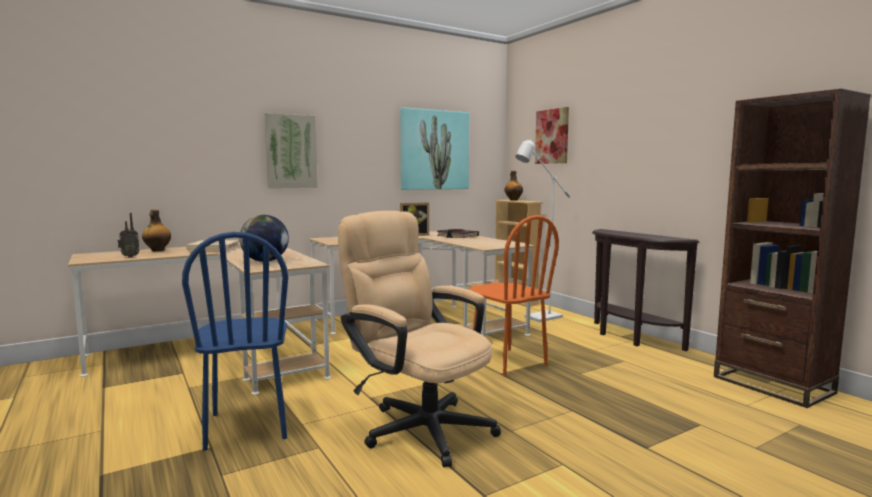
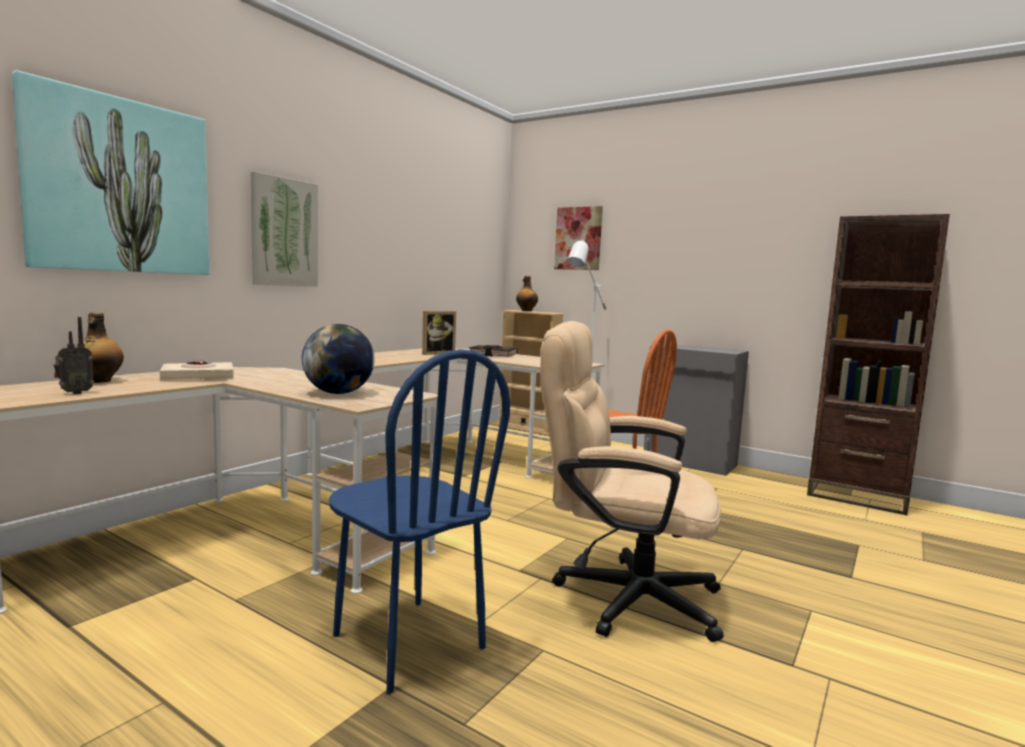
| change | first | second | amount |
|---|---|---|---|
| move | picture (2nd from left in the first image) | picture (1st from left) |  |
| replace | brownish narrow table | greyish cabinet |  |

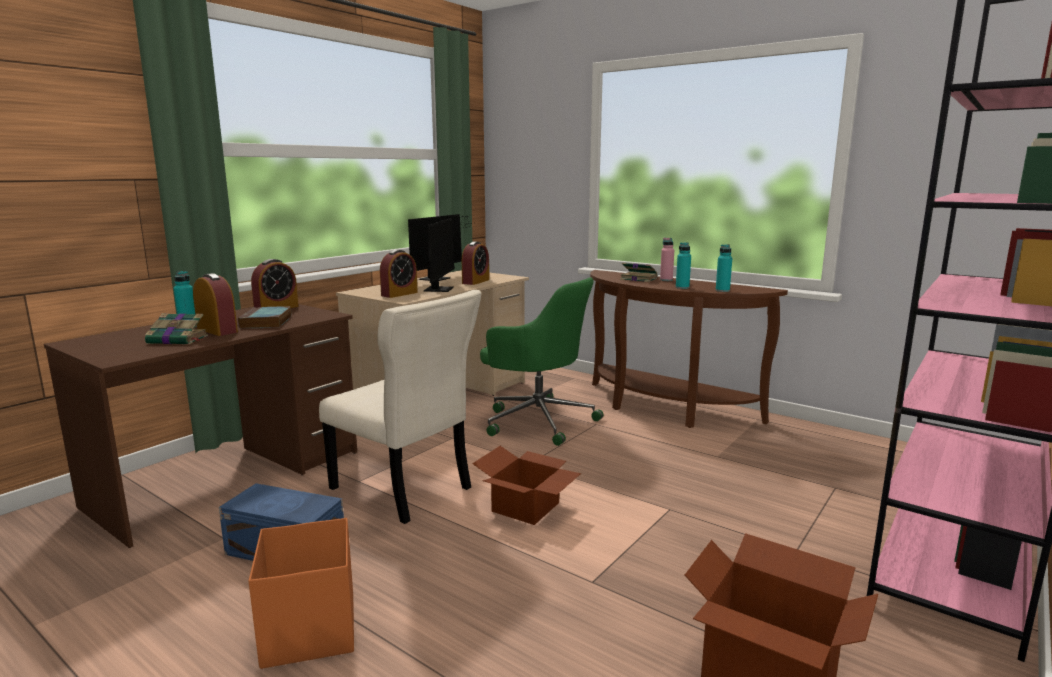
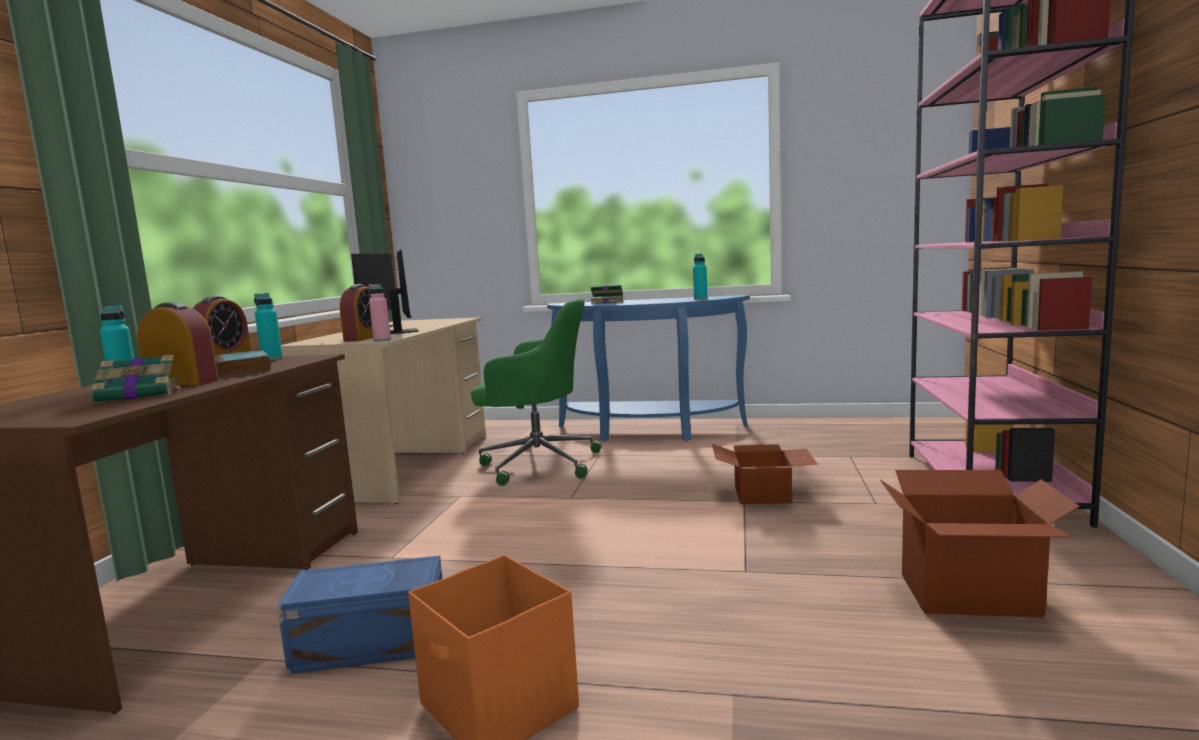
| change | first | second | amount |
|---|---|---|---|
| move | blue-green bottle (2nd from left) |  |  |
| move | pink-coloured bottle |  |  |
| recolor | brownish narrow table | blue narrow table |  |
| move | carton (1st from left) |  |  |
| delete | sand-coloured chair |  |  |
| delete | table clock (4th from left) |  |  |

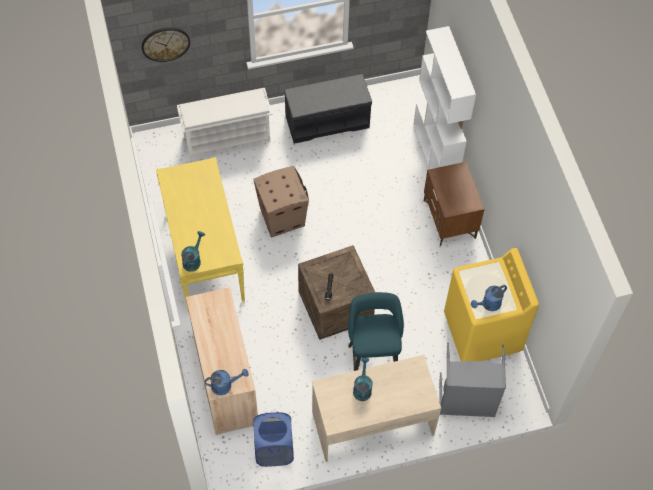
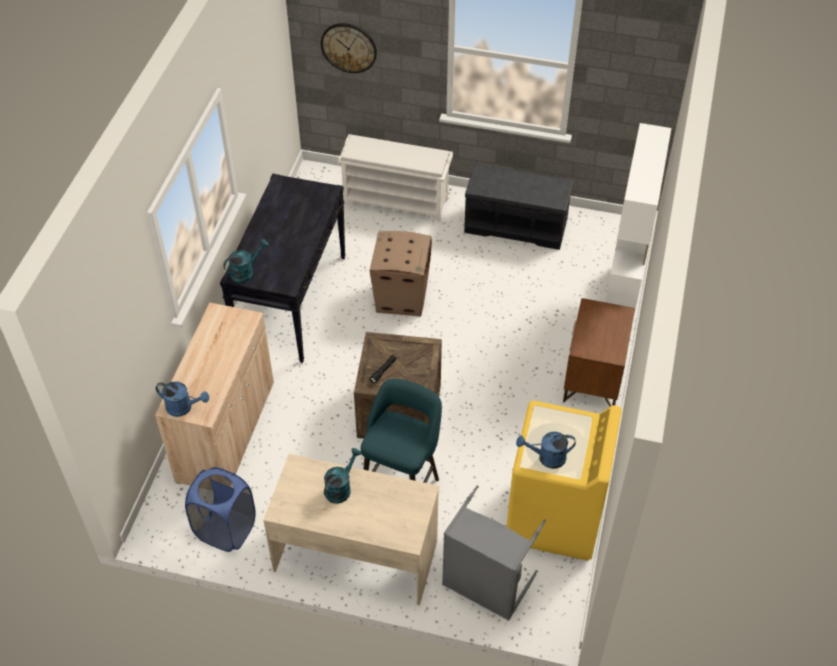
| change | first | second | amount |
|---|---|---|---|
| recolor | yellow-coloured narrow table | black narrow table |  |

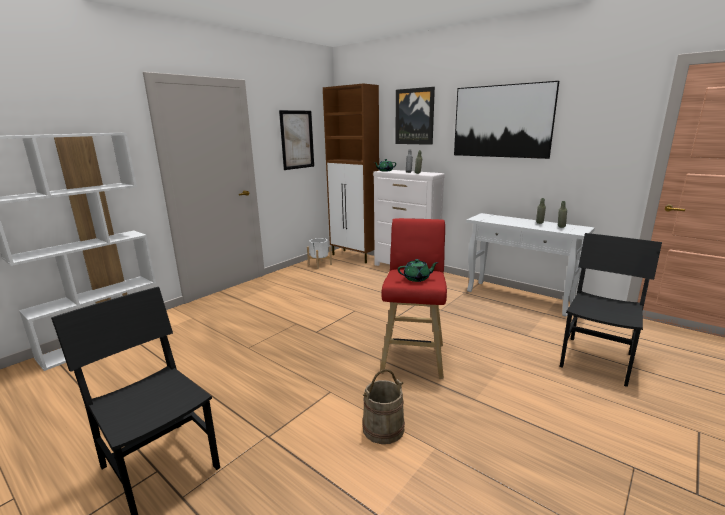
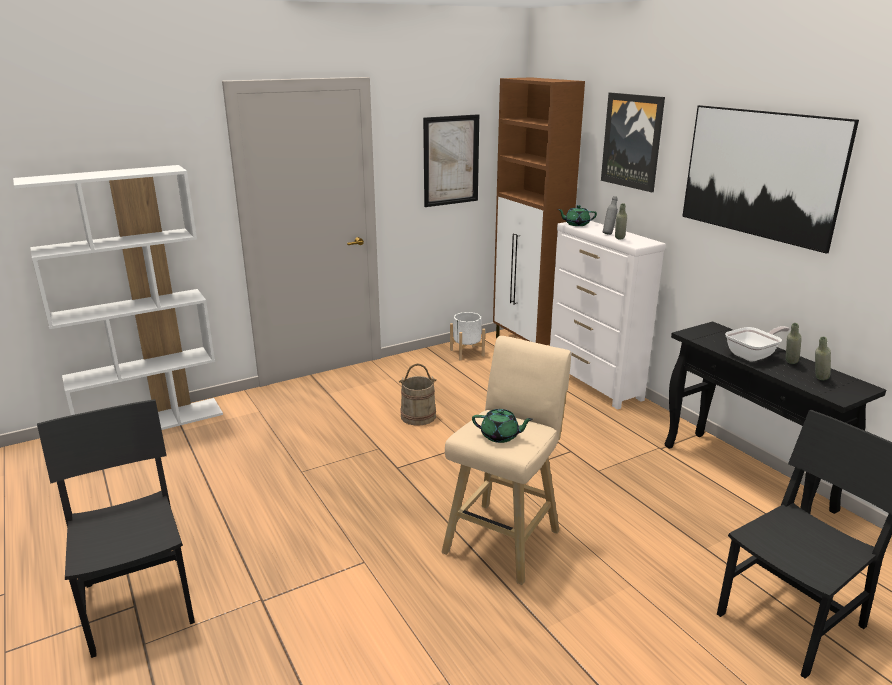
| change | first | second | amount |
|---|---|---|---|
| move | sand-coloured water bucket |  |  |
| recolor | reddish stool seat | sand-coloured stool seat |  |
| recolor | white-coloured narrow table | black narrow table |  |
| insert |  | frying pan |  |

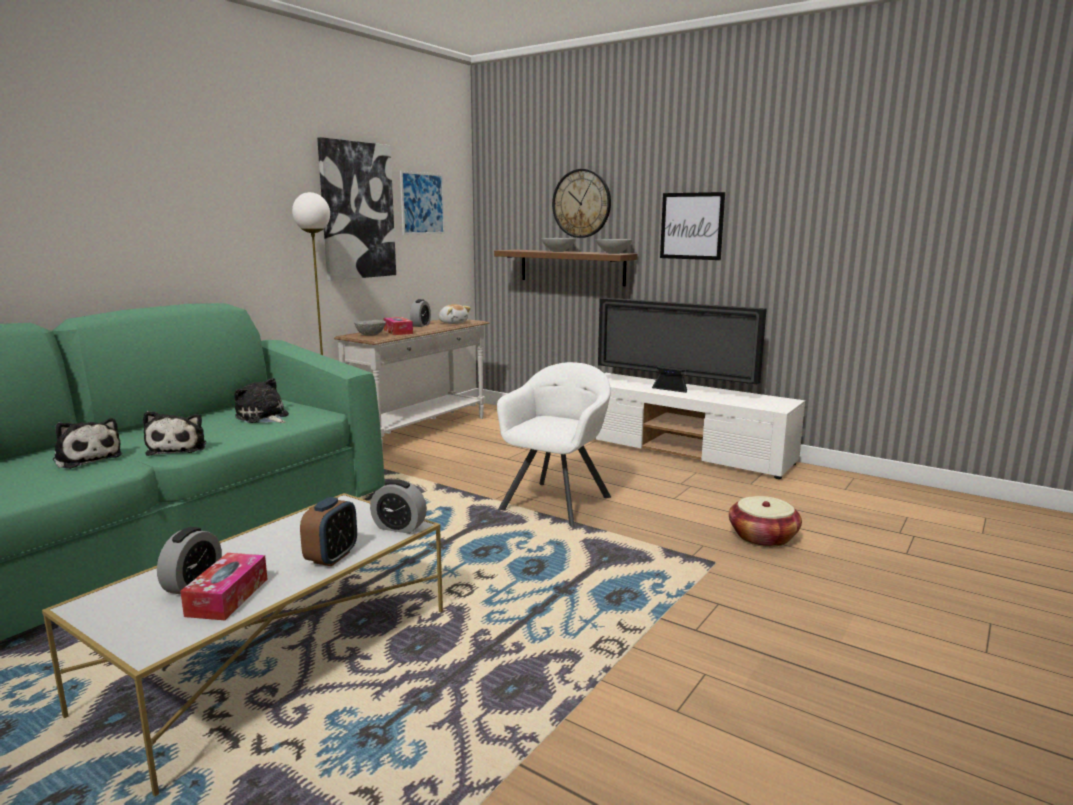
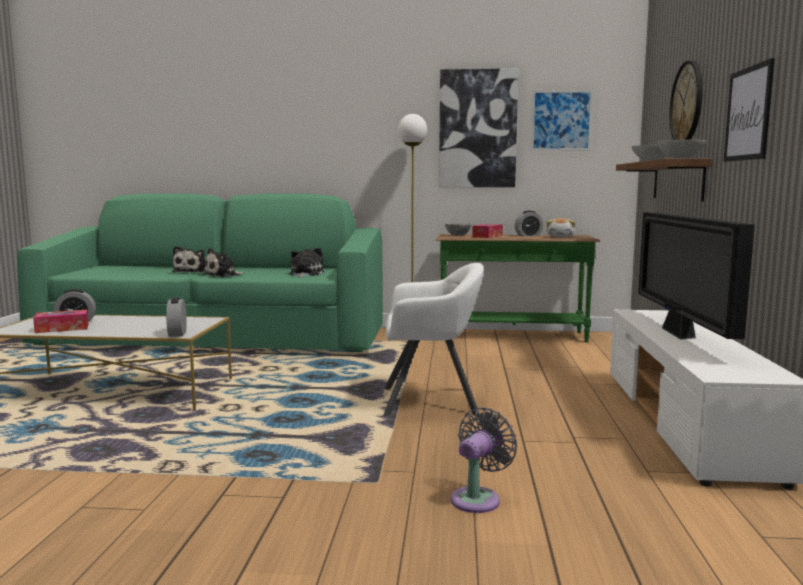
| change | first | second | amount |
|---|---|---|---|
| recolor | white-coloured narrow table | greenish narrow table |  |
| replace | storage basket | greyish electric fan |  |
| delete | table clock (2nd from left) |  |  |

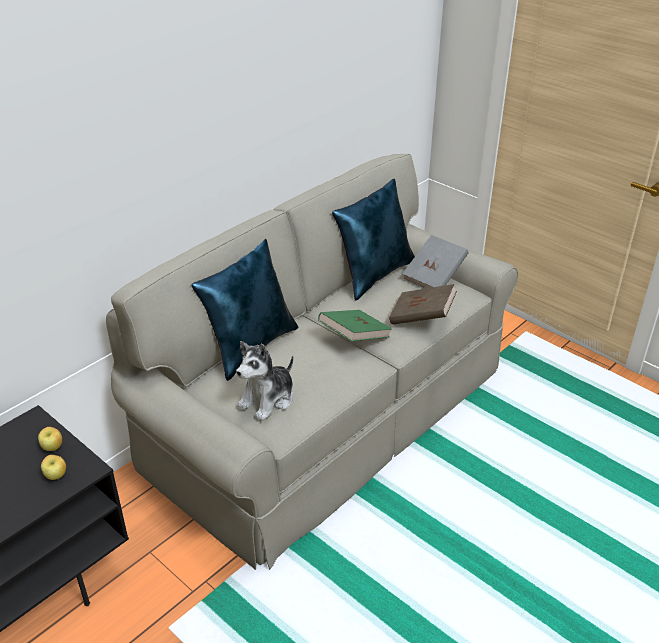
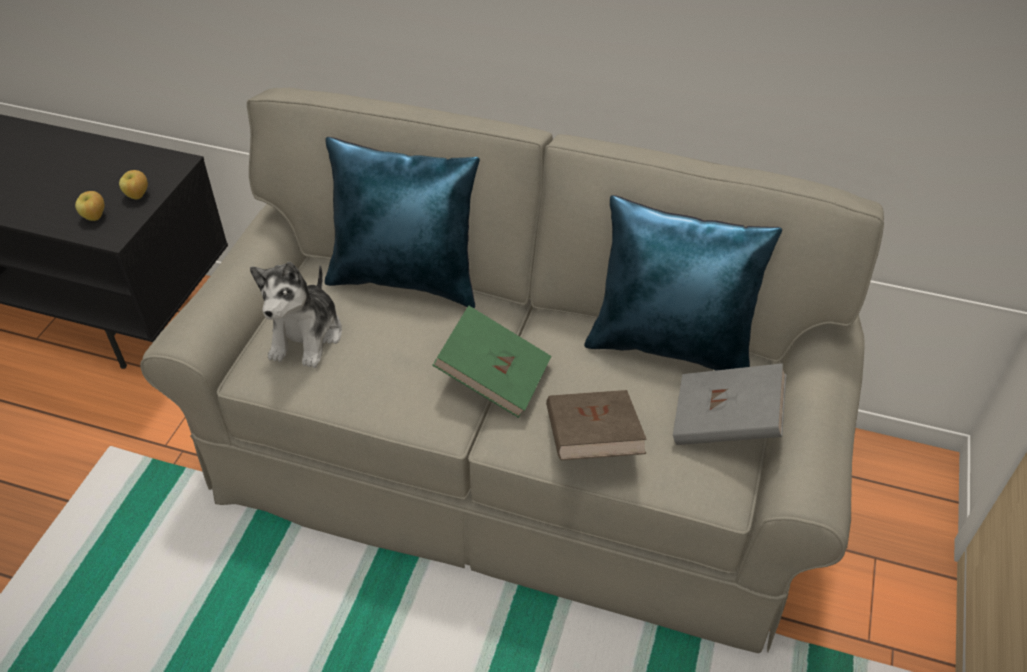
| change | first | second | amount |
|---|---|---|---|
| rotate | plush toy |  | 90 degrees counterclockwise |

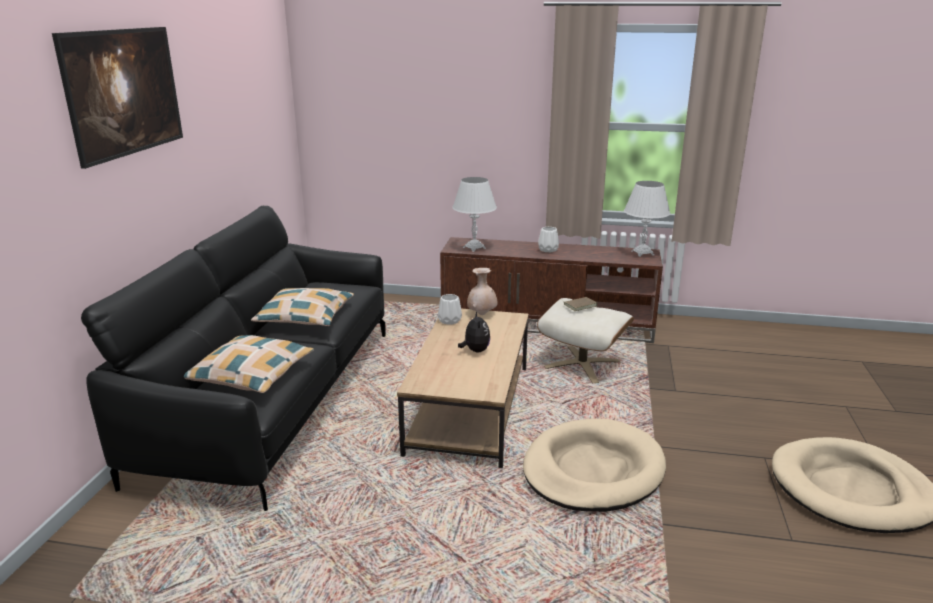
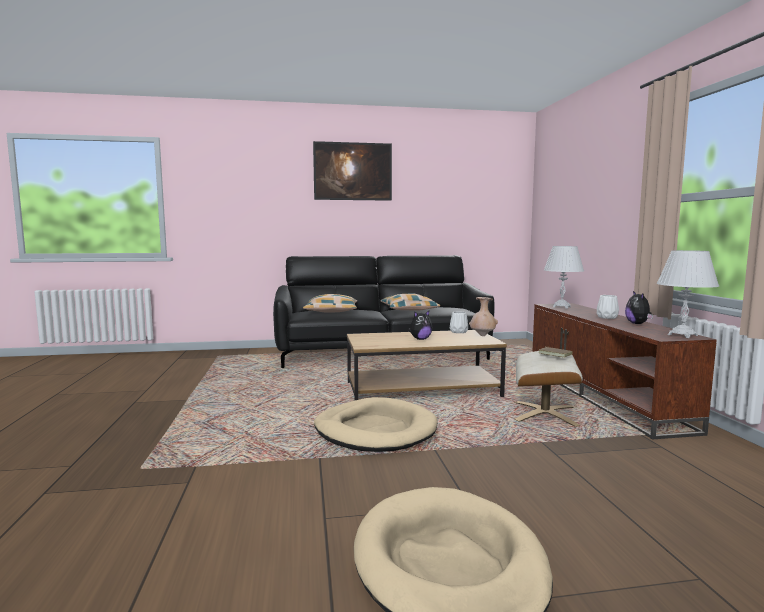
| change | first | second | amount |
|---|---|---|---|
| insert |  | plush toy (2nd from left) |  |

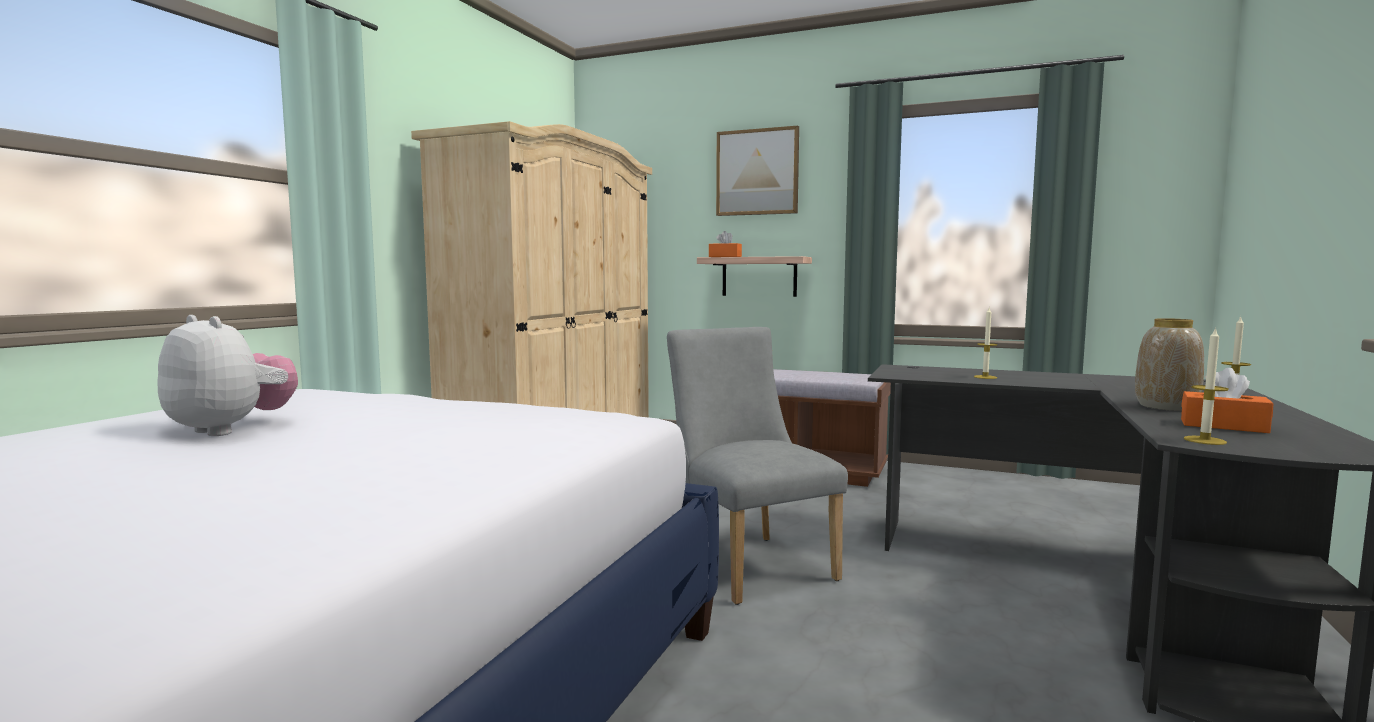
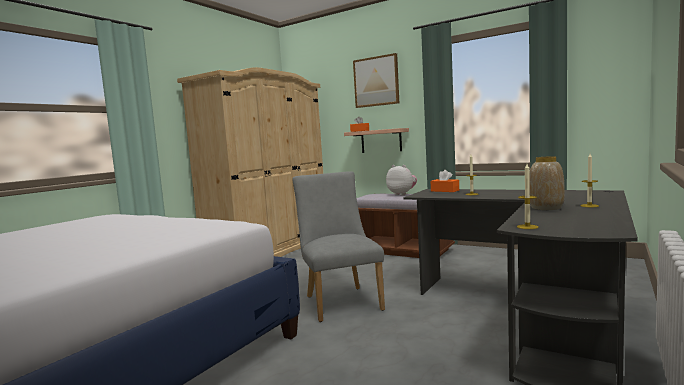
| change | first | second | amount |
|---|---|---|---|
| move | plush toy |  |  |
| move | orangey tissue holder (2nd from left) |  |  |

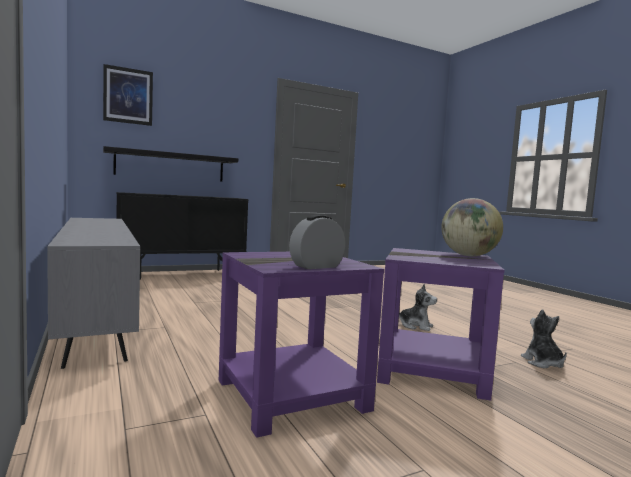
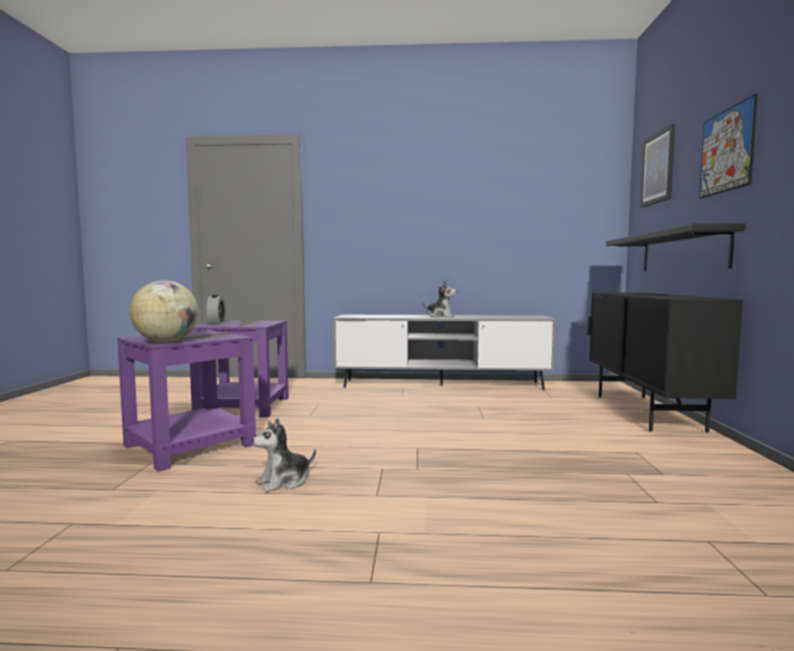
| change | first | second | amount |
|---|---|---|---|
| move | plush toy (2nd from left) |  |  |
| insert |  | picture (2nd from left) |  |

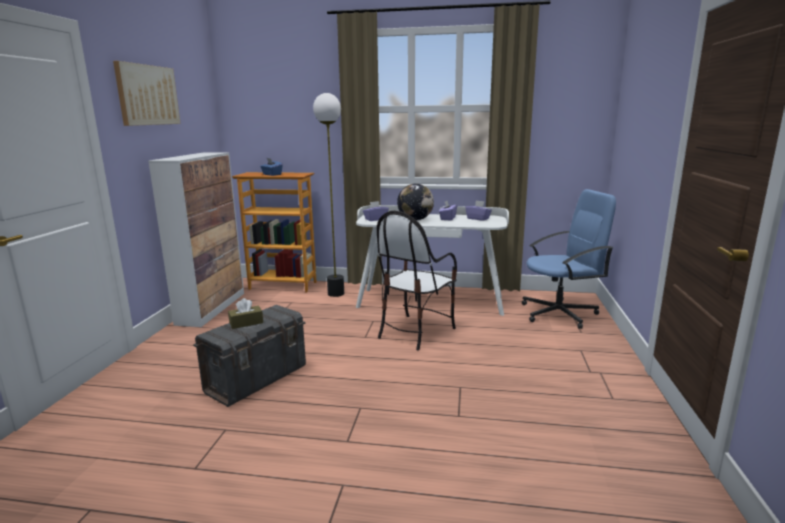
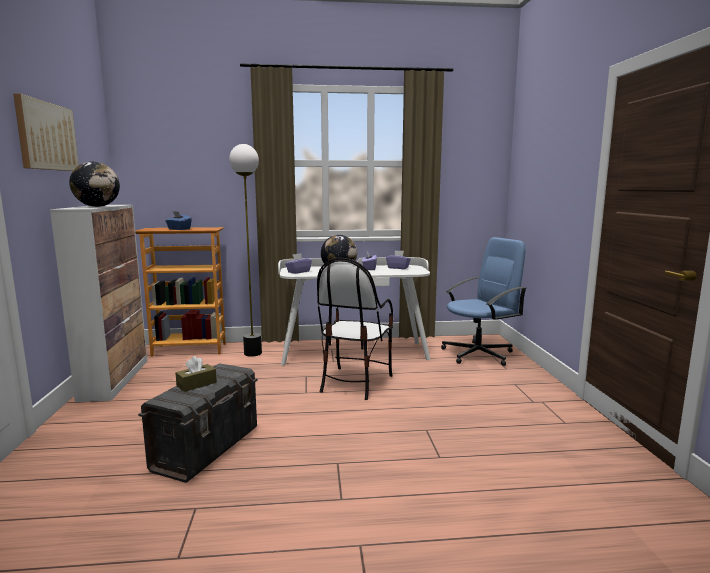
| change | first | second | amount |
|---|---|---|---|
| insert |  | globe (1st from left) |  |

